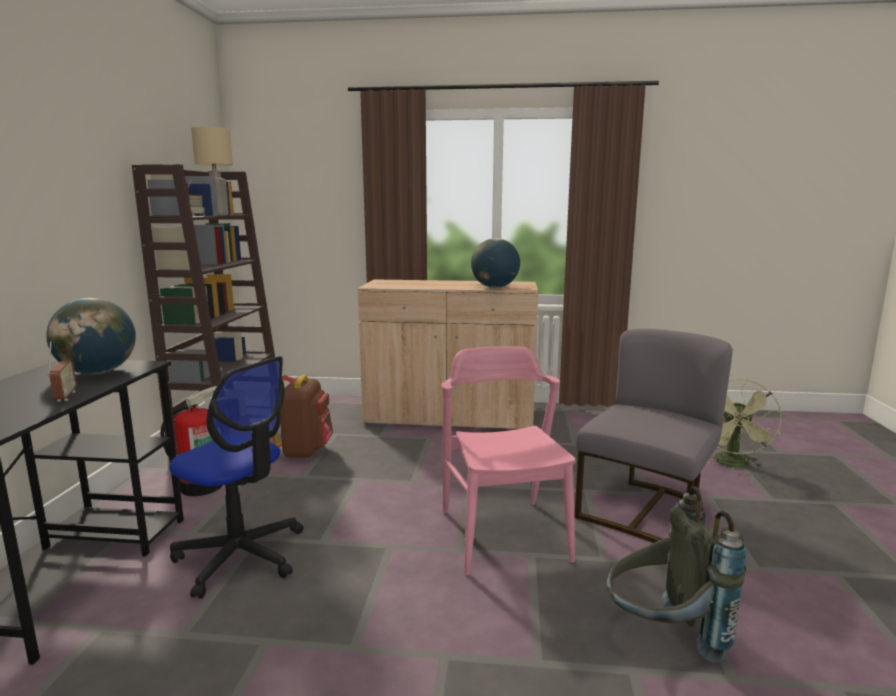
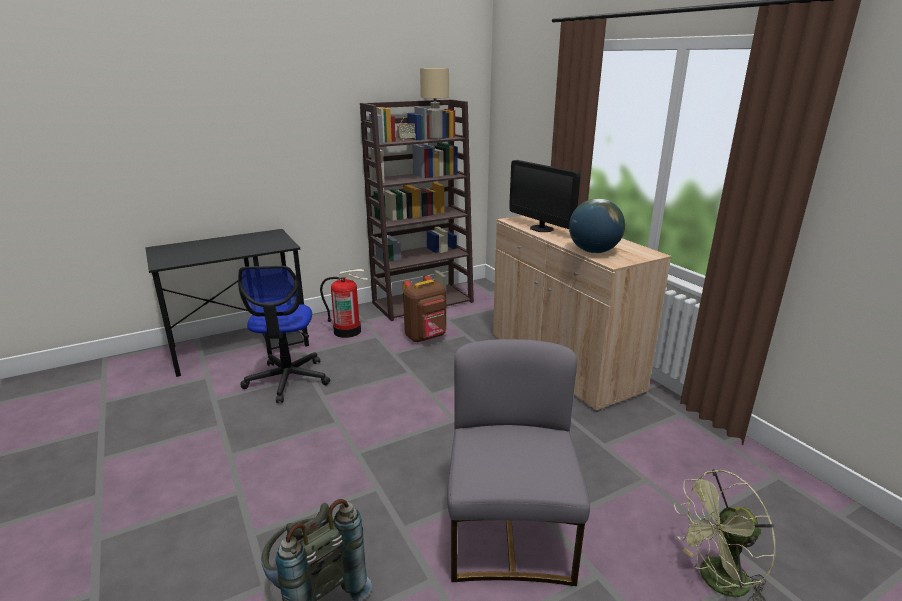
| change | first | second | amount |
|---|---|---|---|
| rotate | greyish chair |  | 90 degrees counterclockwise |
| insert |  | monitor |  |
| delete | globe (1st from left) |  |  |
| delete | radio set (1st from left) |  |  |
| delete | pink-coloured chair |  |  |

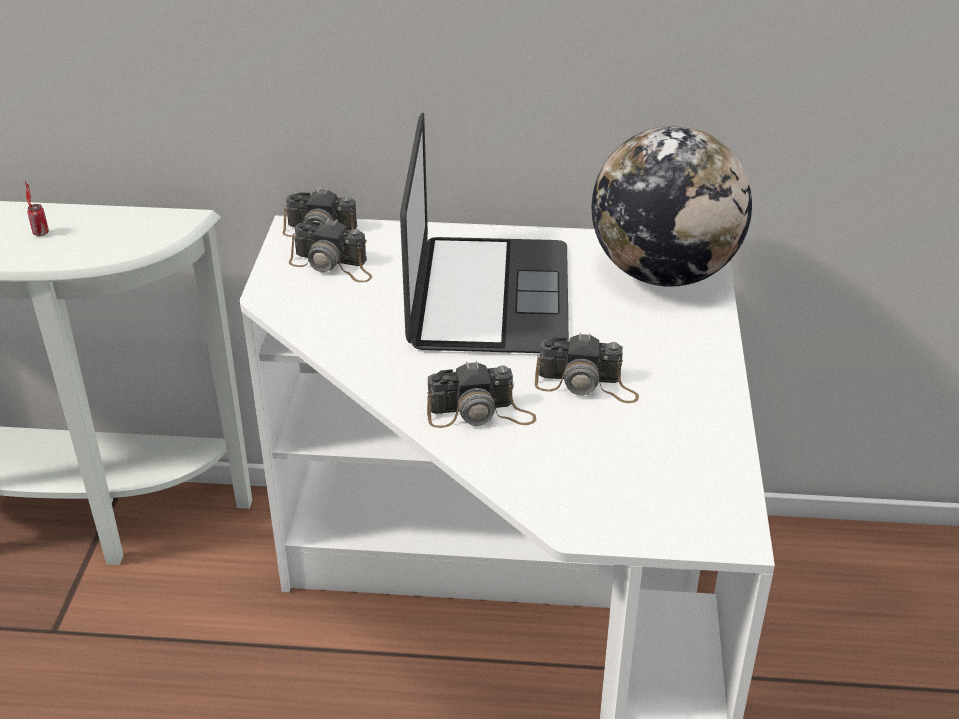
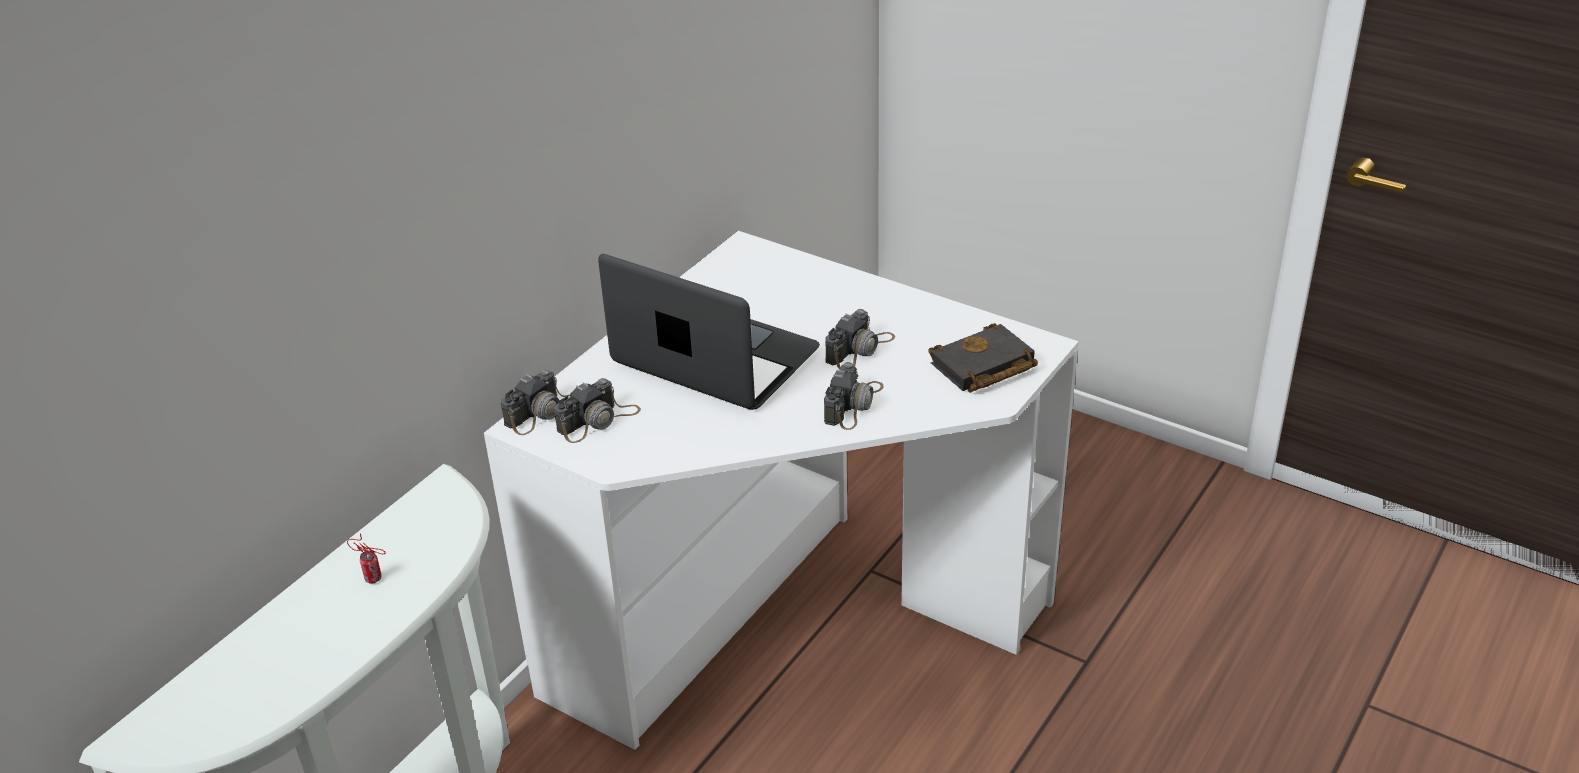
| change | first | second | amount |
|---|---|---|---|
| insert |  | black volume |  |
| delete | globe |  |  |

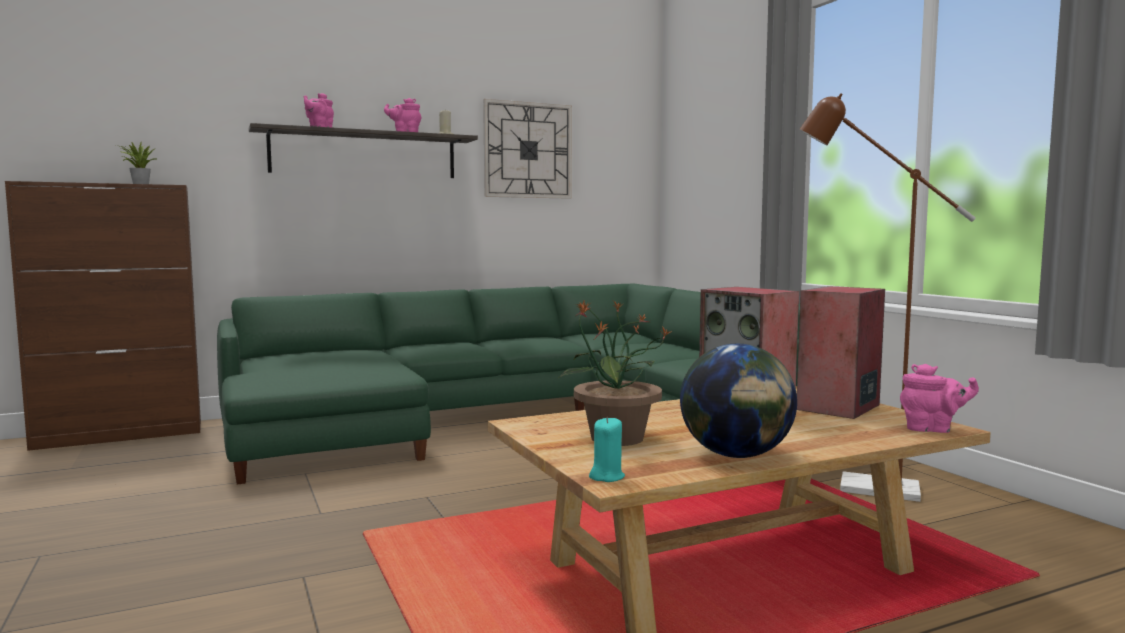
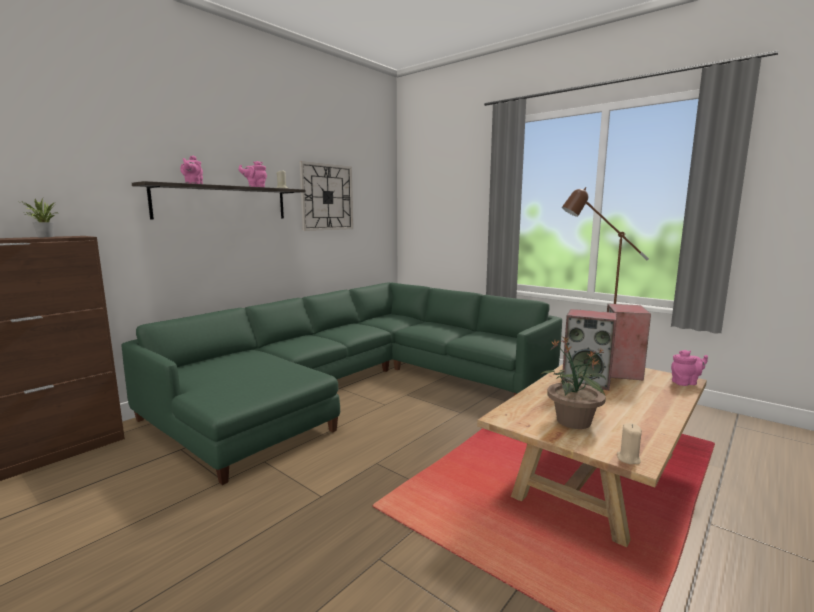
| change | first | second | amount |
|---|---|---|---|
| recolor | blue-green wax candle | sand-coloured wax candle (2nd from left) |  |
| delete | globe |  |  |

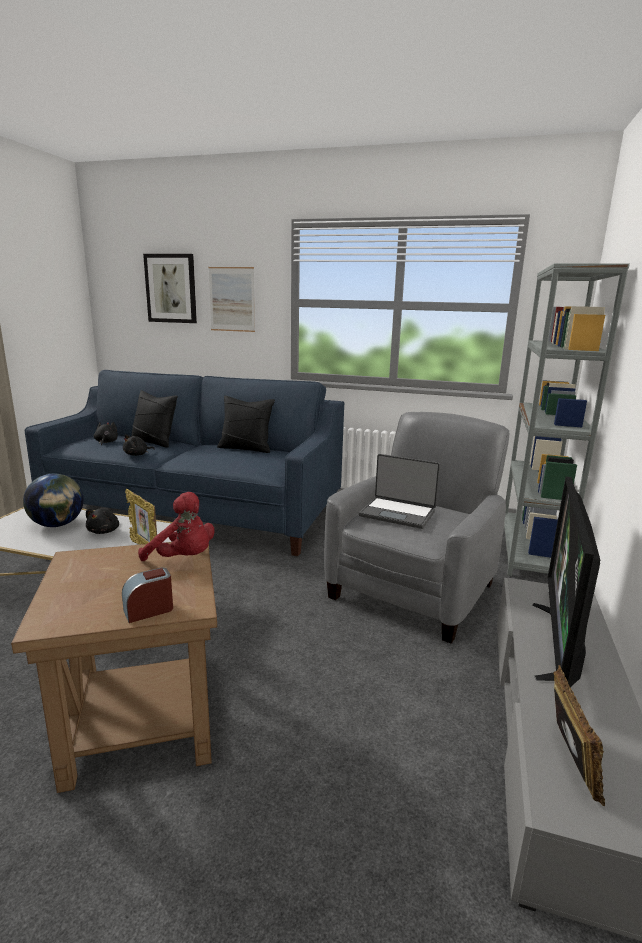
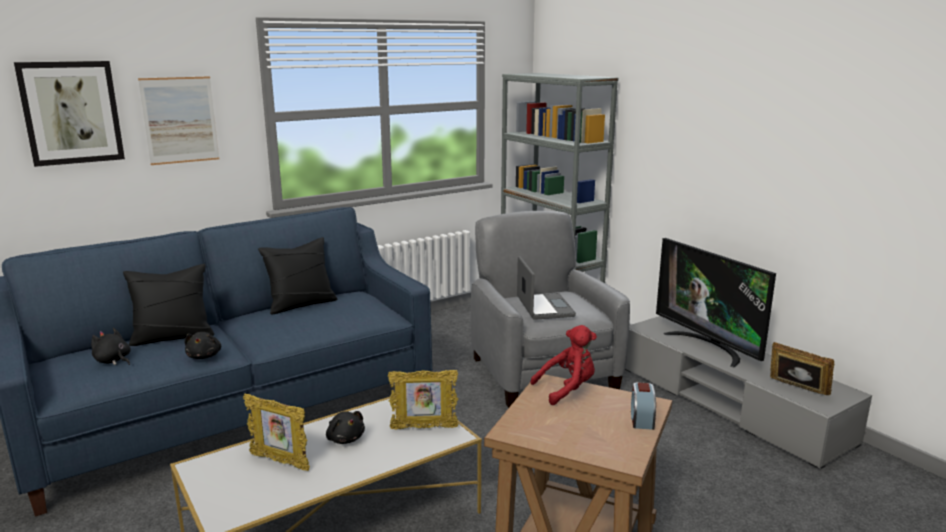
| change | first | second | amount |
|---|---|---|---|
| replace | globe | standing frame (1st from left) |  |
| rotate | notebook computer |  | 75 degrees counterclockwise |

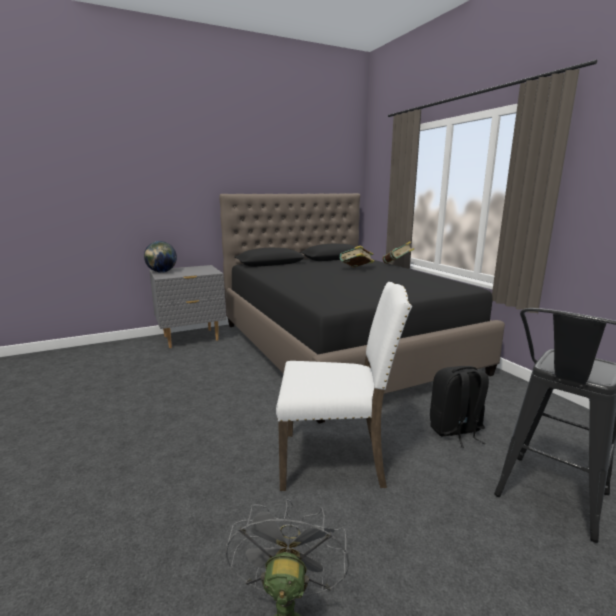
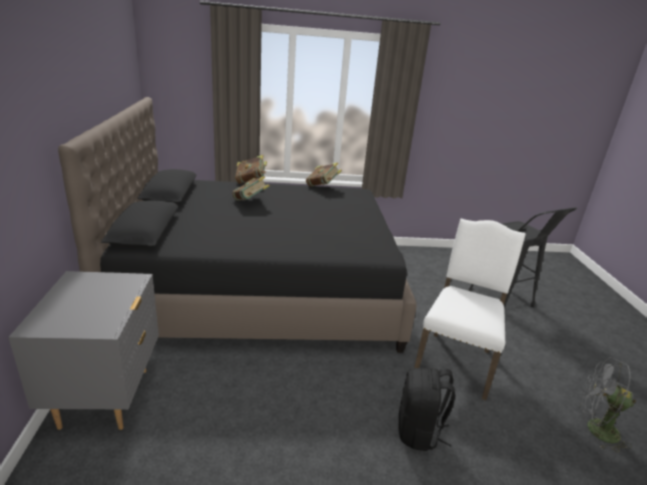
| change | first | second | amount |
|---|---|---|---|
| insert |  | volume (3rd from left) |  |
| move | black knapsack |  |  |
| delete | globe |  |  |

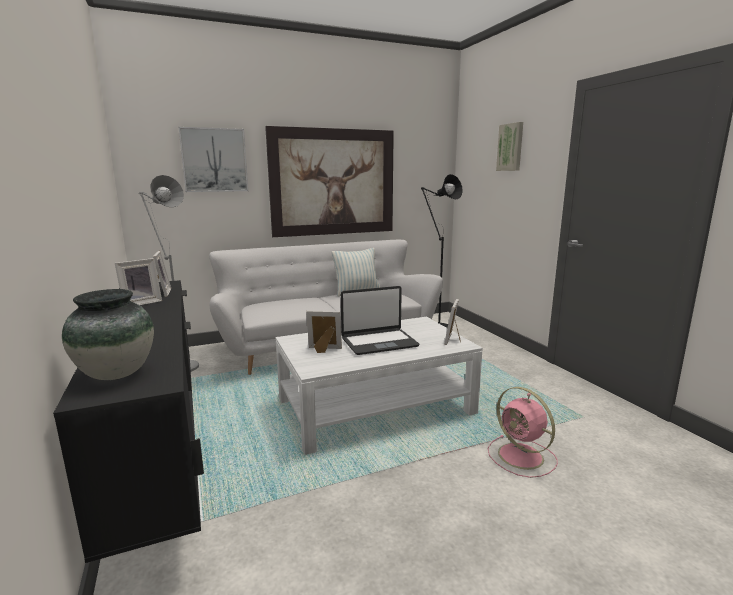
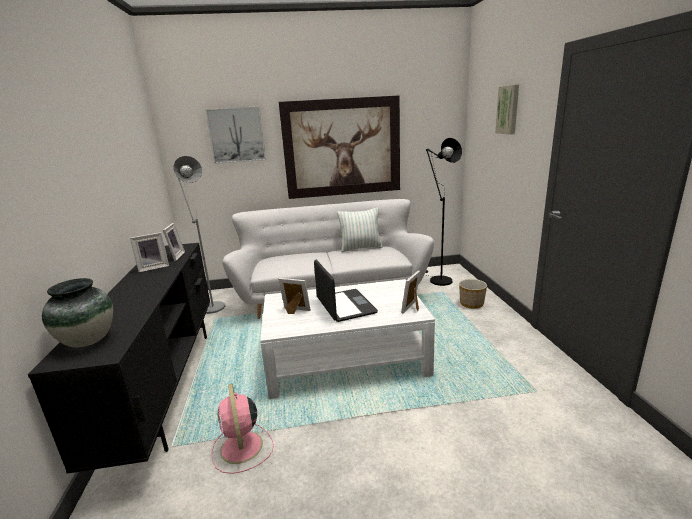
| change | first | second | amount |
|---|---|---|---|
| move | pink-coloured electric fan |  |  |
| rotate | notebook computer |  | 105 degrees counterclockwise |
| insert |  | planter |  |

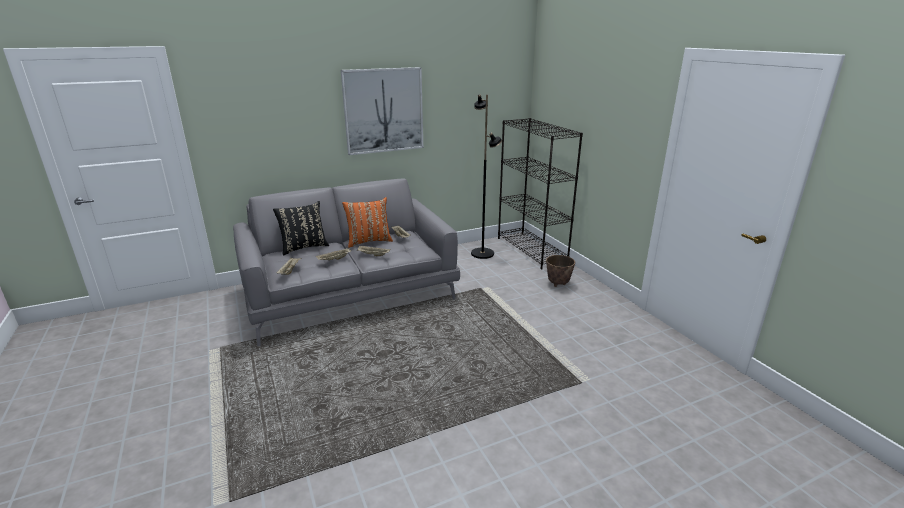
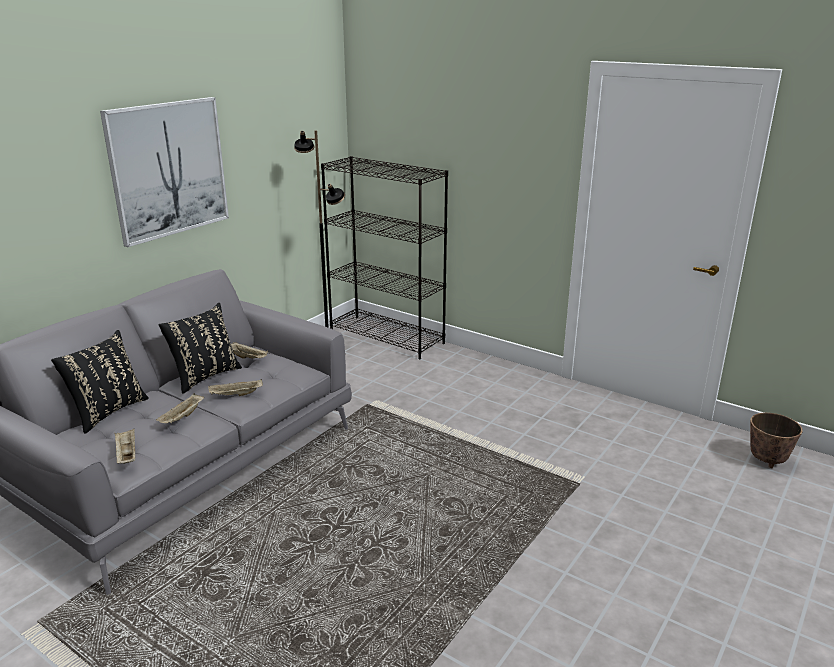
| change | first | second | amount |
|---|---|---|---|
| recolor | orangey cushion | black cushion (2nd from left) |  |
| move | planter |  |  |

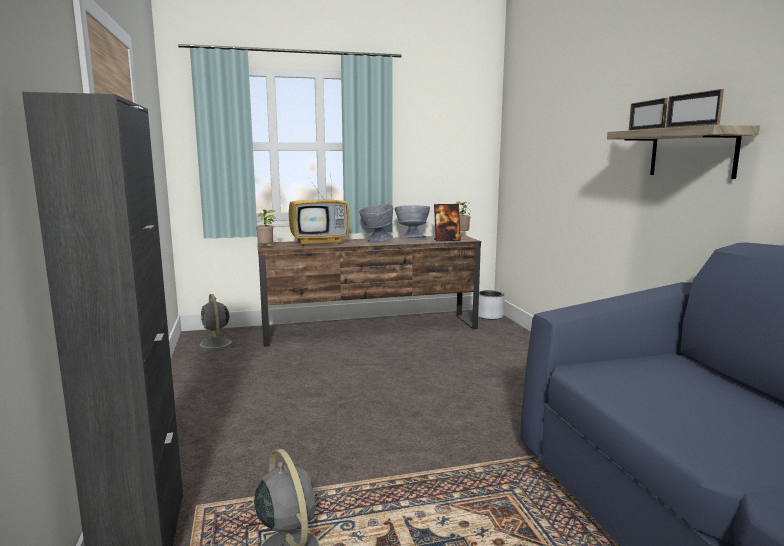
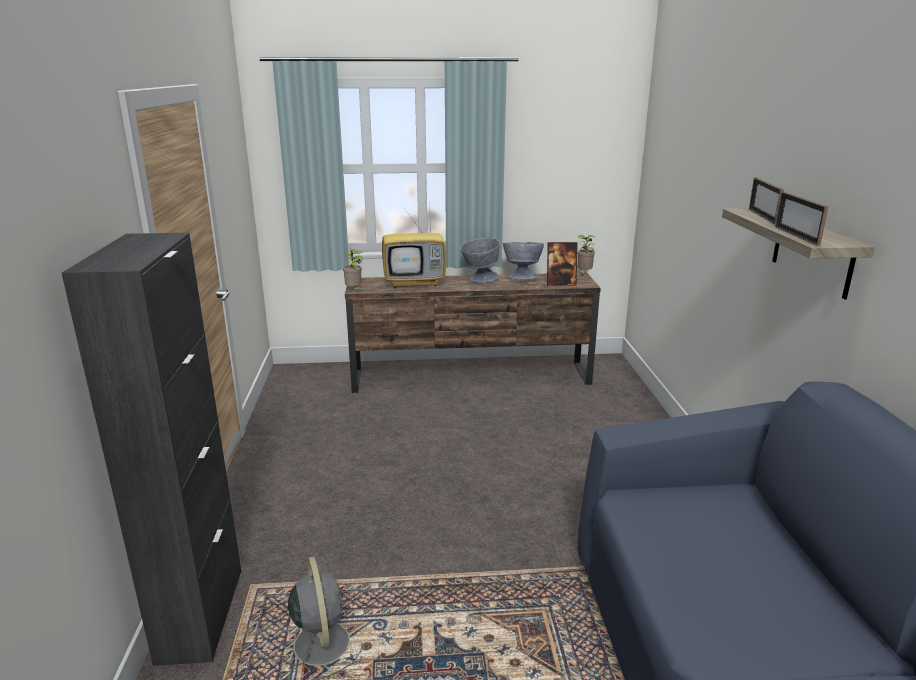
| change | first | second | amount |
|---|---|---|---|
| delete | greyish electric fan (1st from left) |  |  |
| delete | greyish planter |  |  |

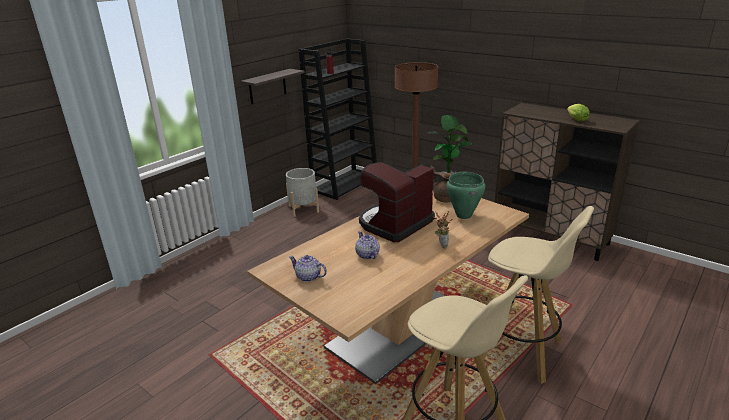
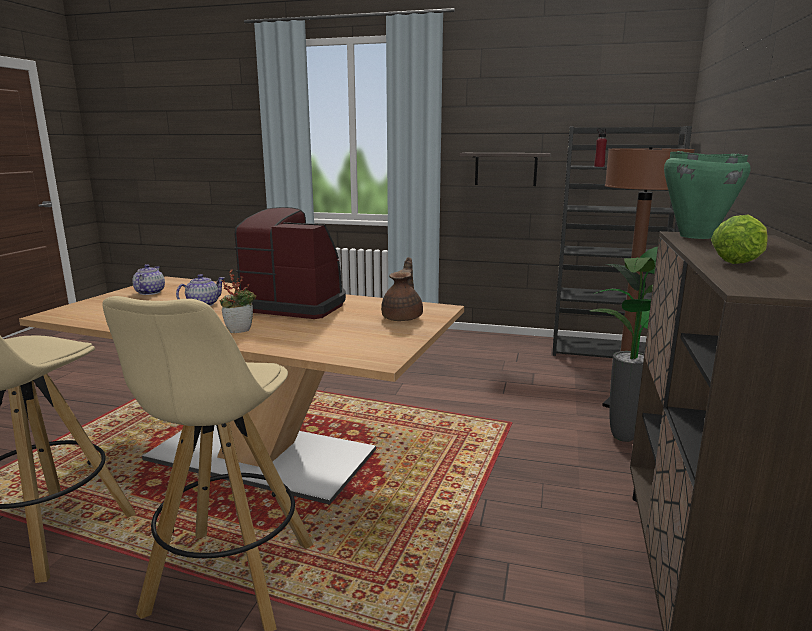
| change | first | second | amount |
|---|---|---|---|
| move | greenish stockpot |  |  |
| delete | greyish planter |  |  |

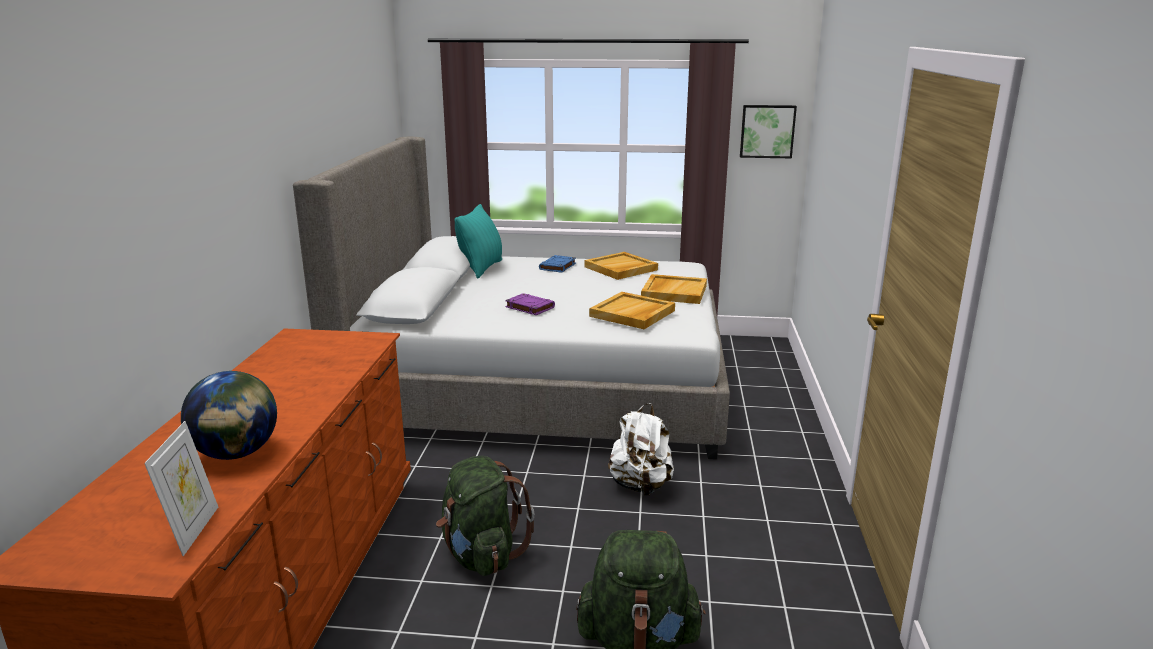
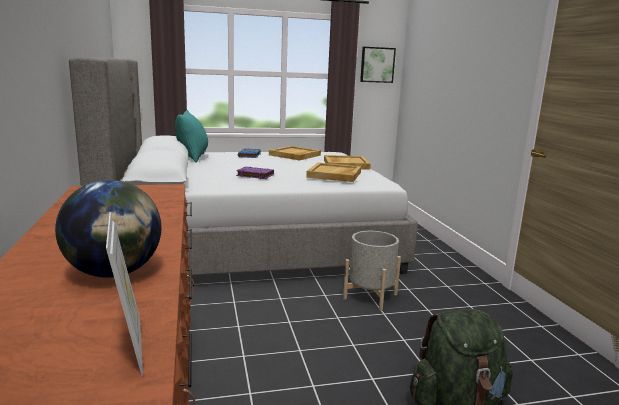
| change | first | second | amount |
|---|---|---|---|
| replace | white-coloured knapsack | greyish planter |  |
| delete | greenish knapsack (1st from left) |  |  |

